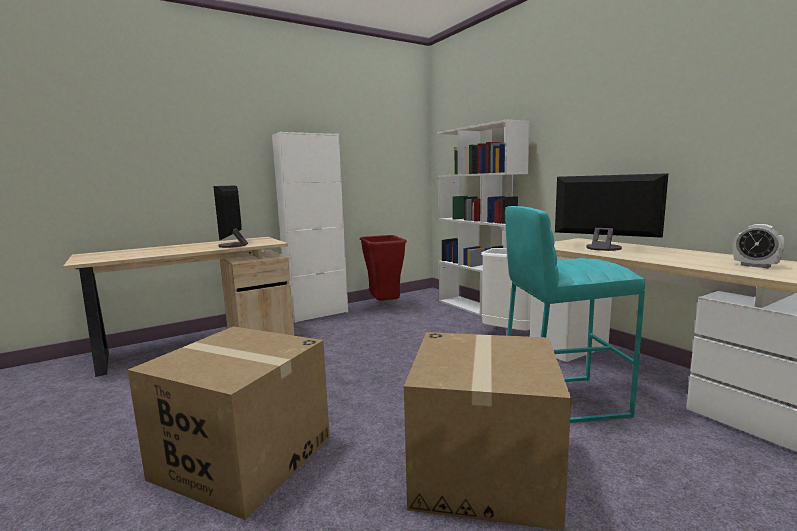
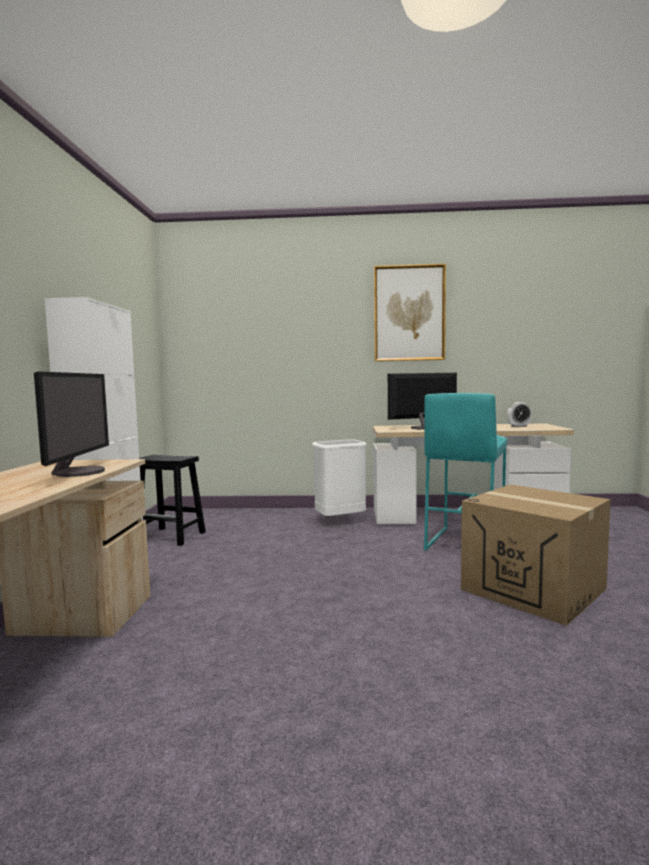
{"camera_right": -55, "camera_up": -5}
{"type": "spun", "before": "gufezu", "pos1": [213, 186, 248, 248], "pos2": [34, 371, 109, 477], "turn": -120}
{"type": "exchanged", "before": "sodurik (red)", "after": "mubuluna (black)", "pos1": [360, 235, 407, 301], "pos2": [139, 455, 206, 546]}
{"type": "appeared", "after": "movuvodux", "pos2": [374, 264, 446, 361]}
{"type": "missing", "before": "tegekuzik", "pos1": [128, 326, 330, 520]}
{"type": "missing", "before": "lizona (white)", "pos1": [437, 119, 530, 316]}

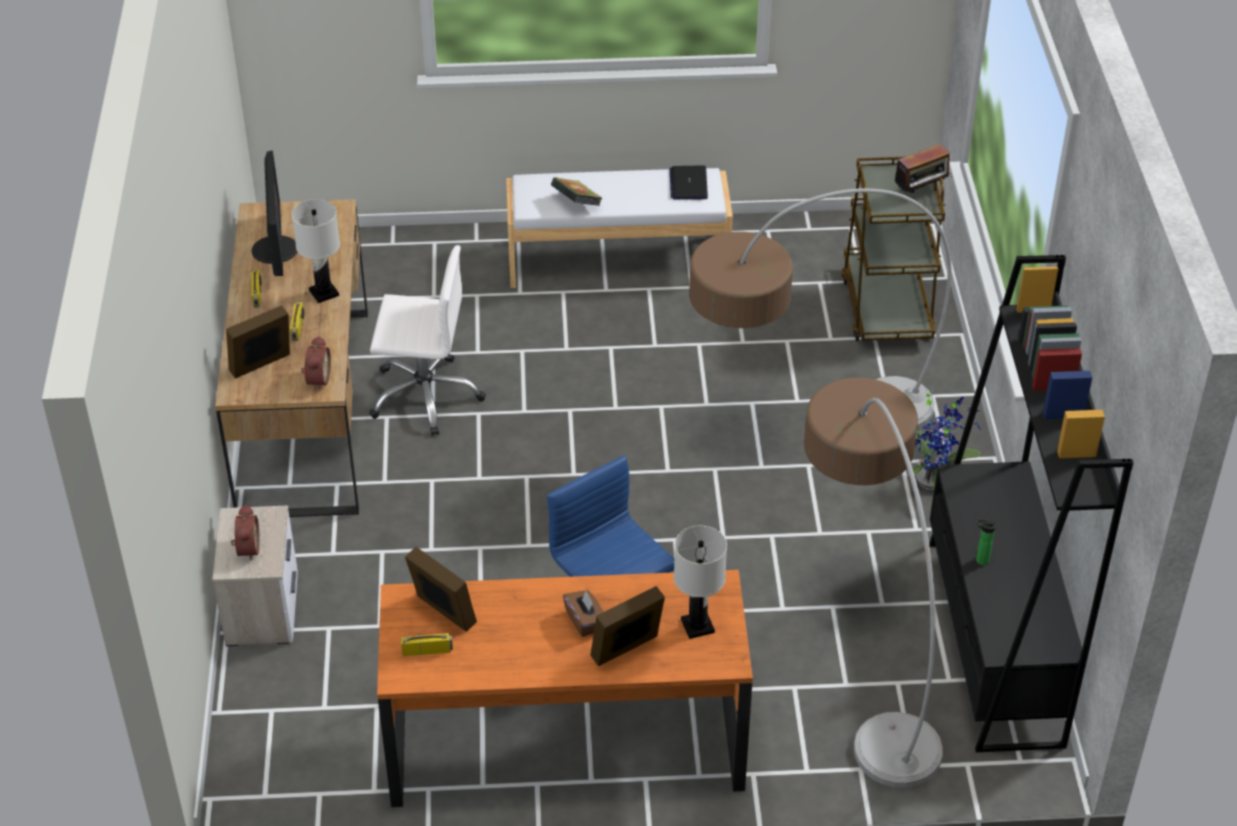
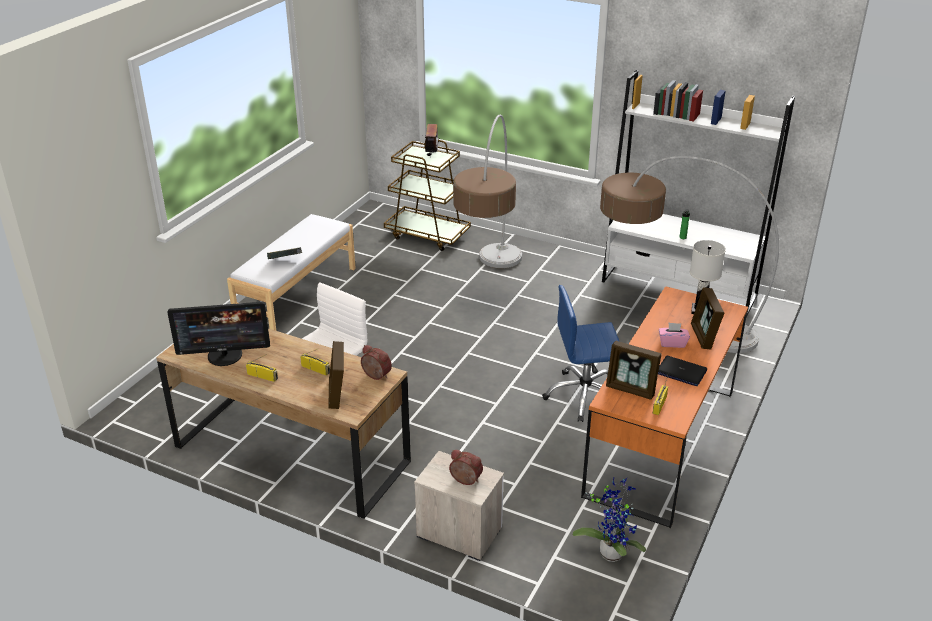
{"camera_right": -60, "camera_up": -10}
{"type": "spun", "before": "gufezu", "pos1": [252, 150, 297, 276], "pos2": [167, 301, 270, 366], "turn": 150}
{"type": "relocated", "before": "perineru", "pos1": [913, 388, 981, 490], "pos2": [573, 478, 646, 562]}
{"type": "colour", "before": "lizona (black)", "after": "lizona (white)", "pos1": [929, 255, 1134, 752], "pos2": [602, 70, 795, 318]}
{"type": "spun", "before": "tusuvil", "pos1": [405, 547, 477, 632], "pos2": [606, 341, 662, 400], "turn": -135}
{"type": "relocated", "before": "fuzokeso", "pos1": [670, 165, 708, 200], "pos2": [658, 356, 707, 386]}
{"type": "colour", "before": "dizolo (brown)", "after": "dizolo (pink)", "pos1": [563, 590, 603, 637], "pos2": [659, 323, 690, 348]}
{"type": "missing", "before": "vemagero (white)", "pos1": [292, 199, 340, 303]}

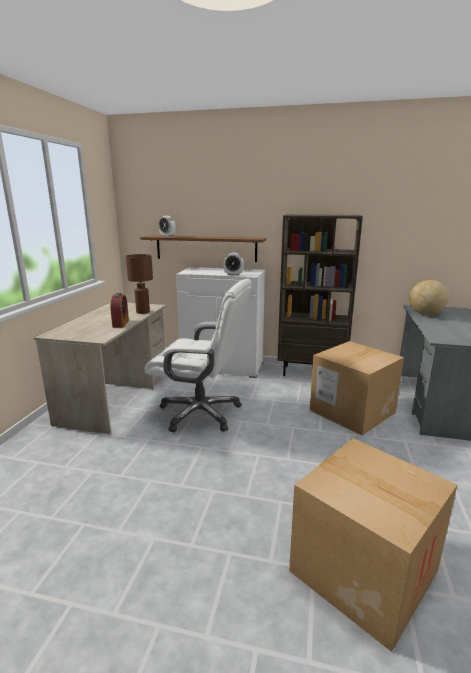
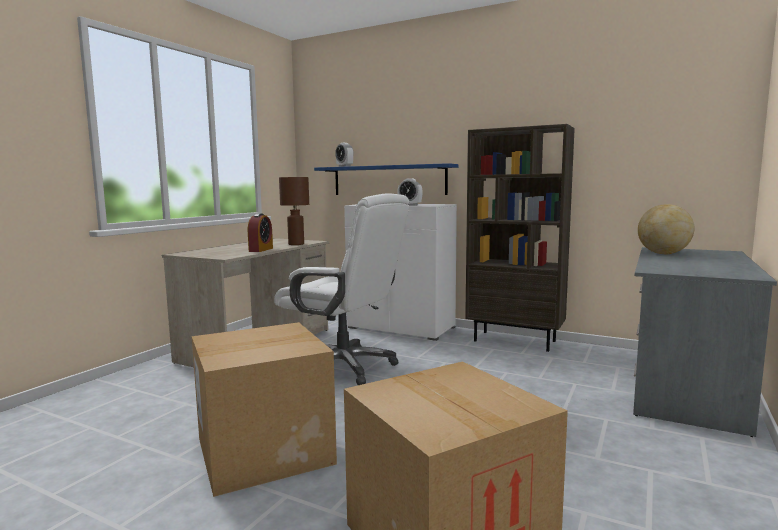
{"camera_right": 15, "camera_up": -10}
{"type": "relocated", "before": "tegekuzik", "pos1": [310, 341, 404, 435], "pos2": [192, 322, 337, 497]}
{"type": "colour", "before": "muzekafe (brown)", "after": "muzekafe (blue)", "pos1": [140, 235, 266, 262], "pos2": [314, 163, 458, 195]}

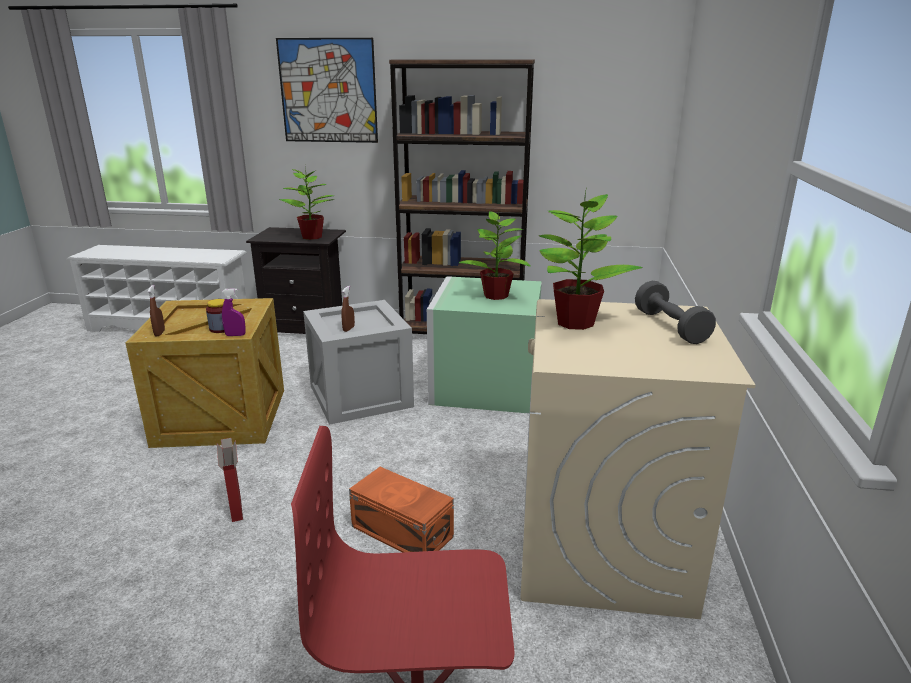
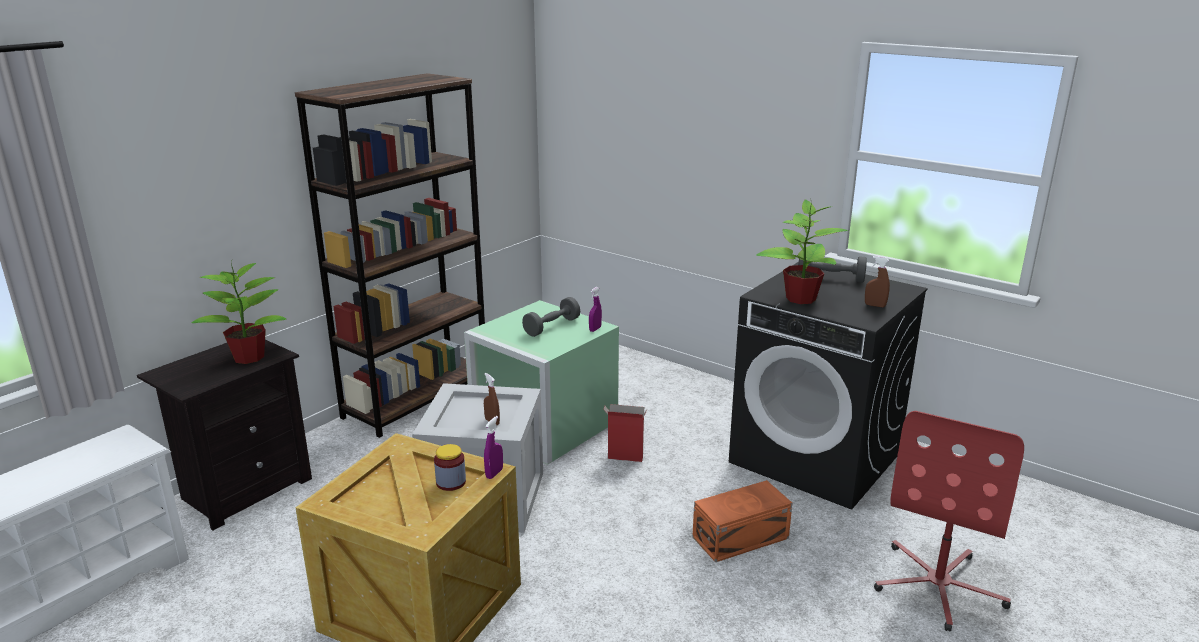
{"camera_right": -60, "camera_up": 0}
{"type": "exchanged", "before": "perineru", "after": "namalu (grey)", "pos1": [459, 211, 531, 300], "pos2": [522, 297, 580, 337]}
{"type": "appeared", "after": "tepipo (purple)", "pos2": [589, 287, 602, 332]}
{"type": "relocated", "before": "tegekuzik", "pos1": [217, 438, 243, 522], "pos2": [603, 404, 647, 462]}
{"type": "colour", "before": "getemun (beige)", "after": "getemun (black)", "pos1": [520, 299, 756, 619], "pos2": [729, 262, 928, 510]}
{"type": "relocated", "before": "tepipo (brown)", "pos1": [148, 285, 165, 336], "pos2": [865, 256, 890, 307]}
{"type": "missing", "before": "movuvodux", "pos1": [276, 38, 378, 143]}

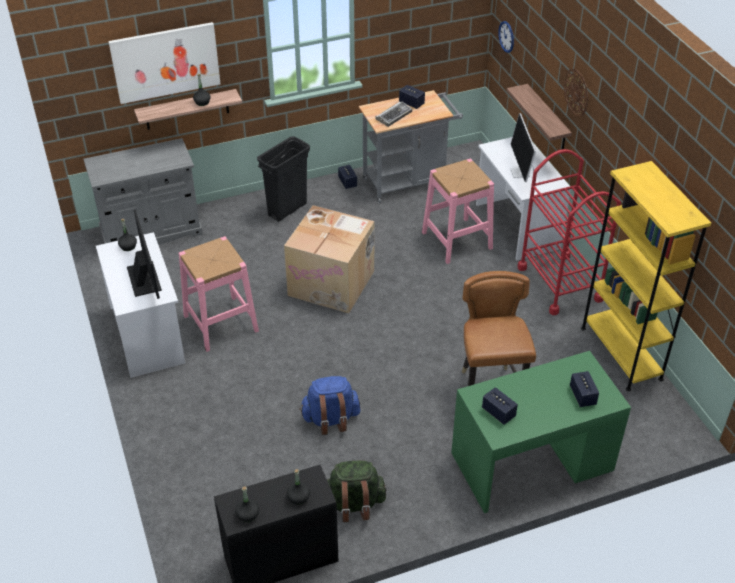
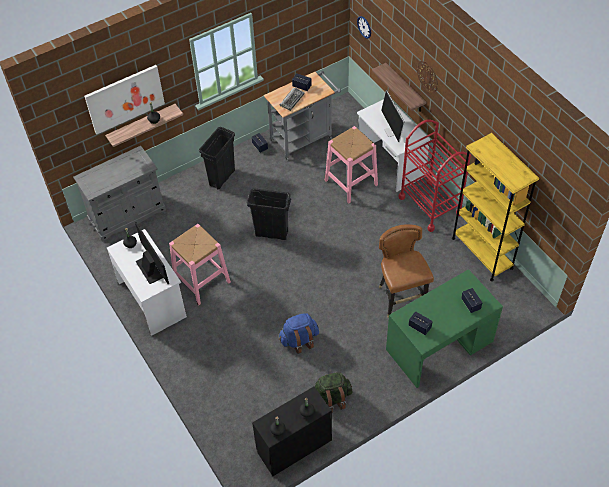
{"camera_right": -10, "camera_up": 10}
{"type": "exchanged", "before": "tegekuzik", "after": "sodurik (black)", "pos1": [284, 205, 375, 313], "pos2": [247, 188, 291, 240]}

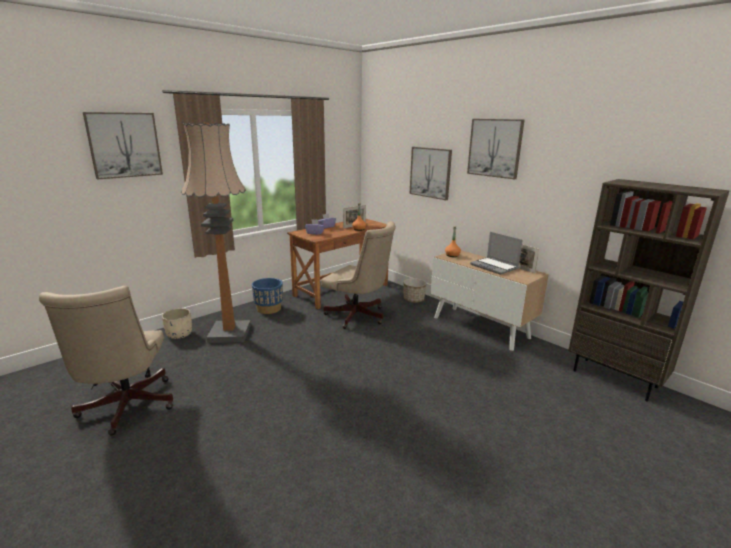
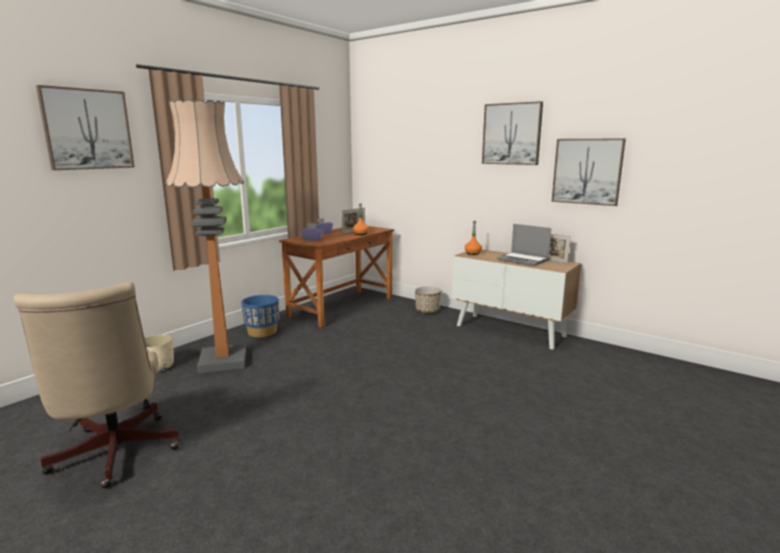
{"camera_right": -10, "camera_up": -5}
{"type": "relocated", "before": "movuvodux", "pos1": [410, 147, 452, 200], "pos2": [552, 138, 626, 206]}
{"type": "missing", "before": "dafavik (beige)", "pos1": [321, 221, 396, 329]}
{"type": "missing", "before": "lizona (brown)", "pos1": [568, 179, 730, 401]}

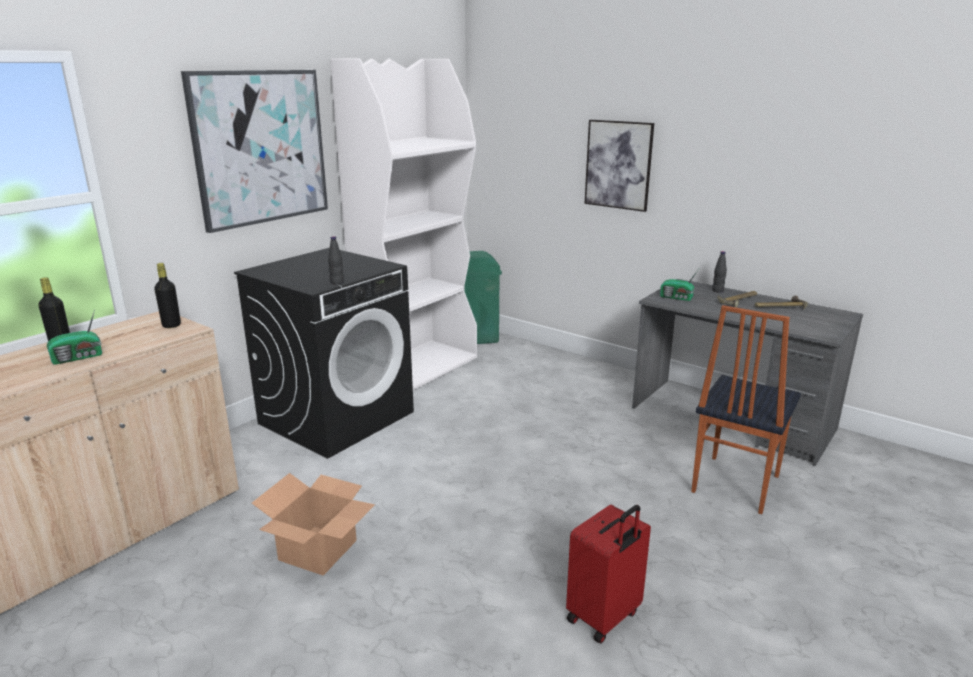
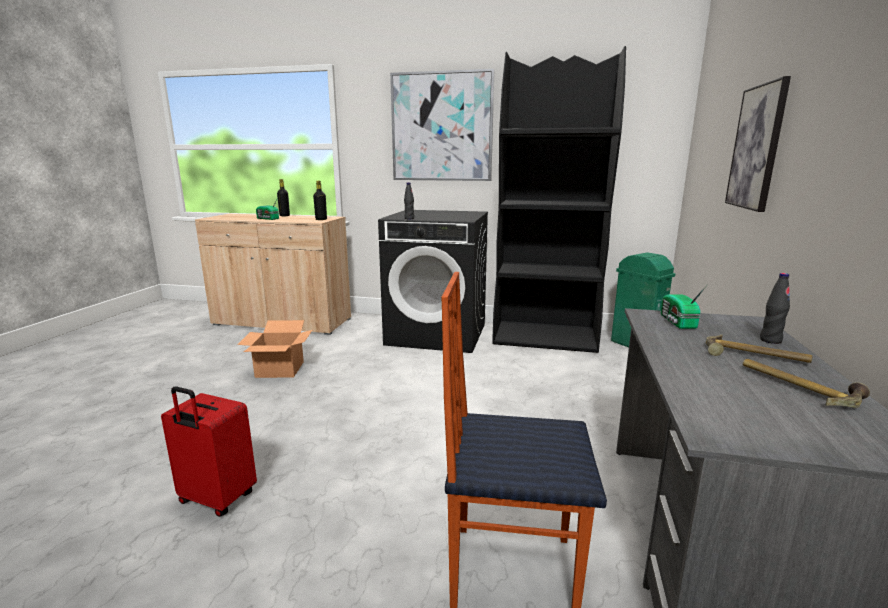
{"camera_right": 65, "camera_up": -5}
{"type": "colour", "before": "lizona (white)", "after": "lizona (black)", "pos1": [330, 58, 477, 391], "pos2": [492, 46, 626, 353]}

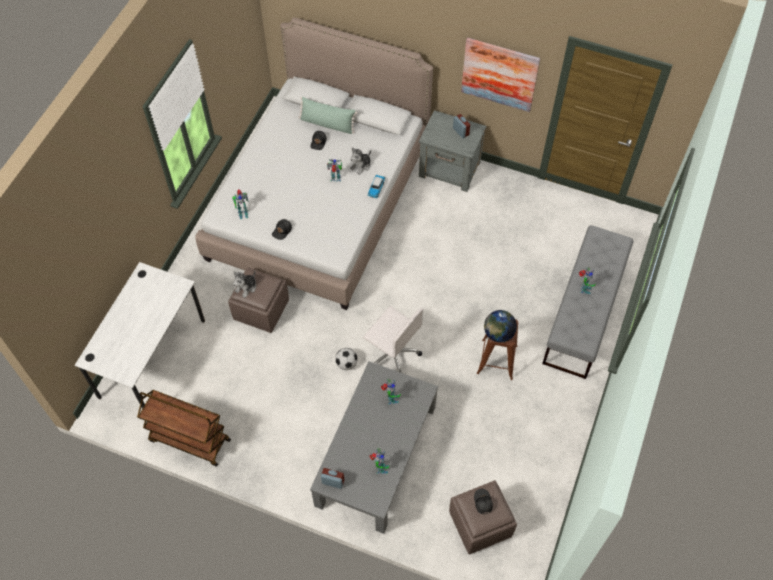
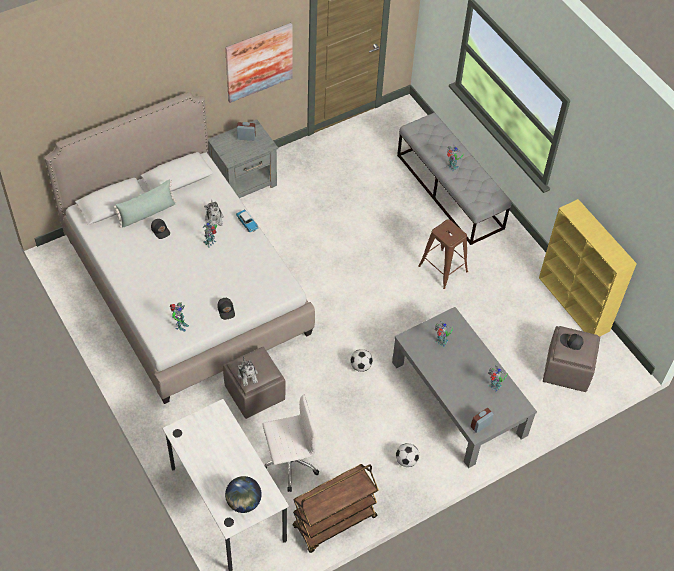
{"camera_right": -55, "camera_up": -5}
{"type": "relocated", "before": "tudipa", "pos1": [484, 310, 517, 343], "pos2": [225, 476, 262, 513]}
{"type": "relocated", "before": "dafavik (white)", "pos1": [363, 306, 424, 373], "pos2": [262, 394, 319, 492]}
{"type": "appeared", "after": "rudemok", "pos2": [396, 443, 419, 467]}
{"type": "appeared", "after": "lizona (yellow)", "pos2": [539, 199, 637, 336]}

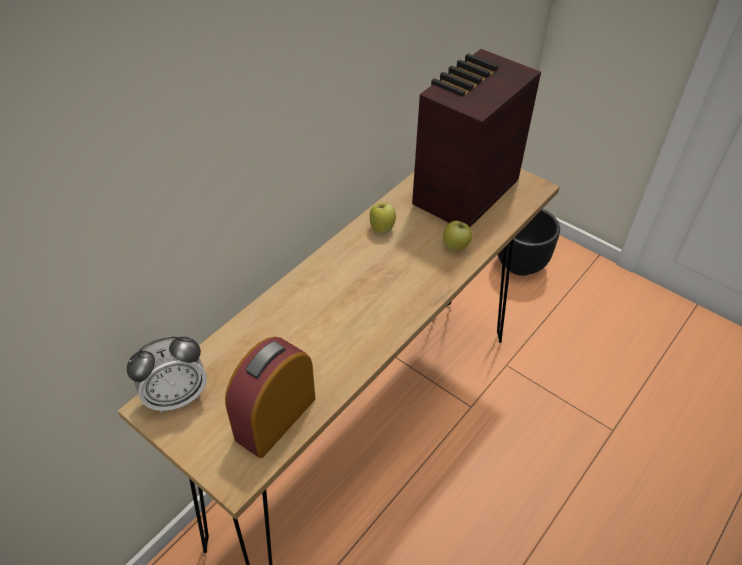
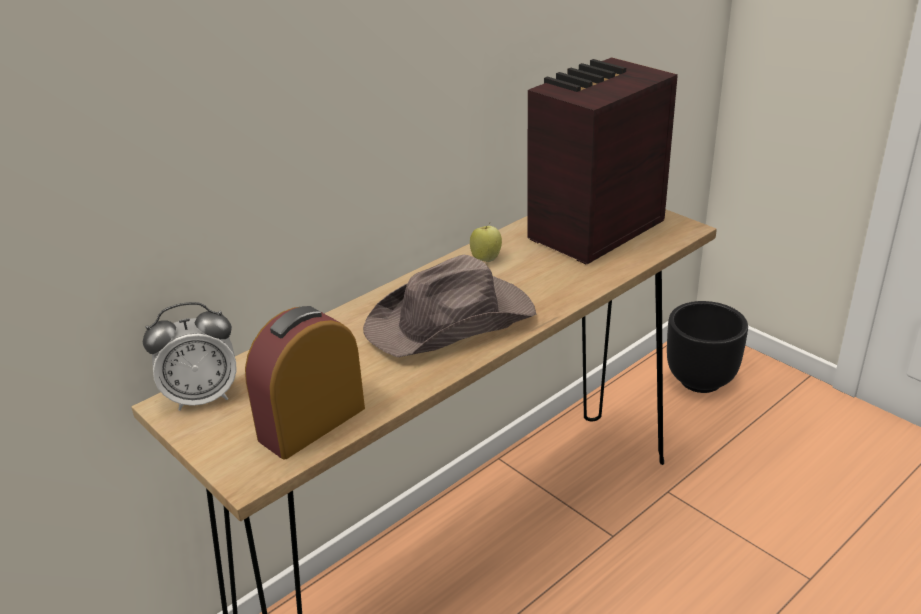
{"camera_right": 10, "camera_up": -15}
{"type": "appeared", "after": "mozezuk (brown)", "pos2": [363, 255, 536, 358]}
{"type": "missing", "before": "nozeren", "pos1": [443, 221, 472, 251]}

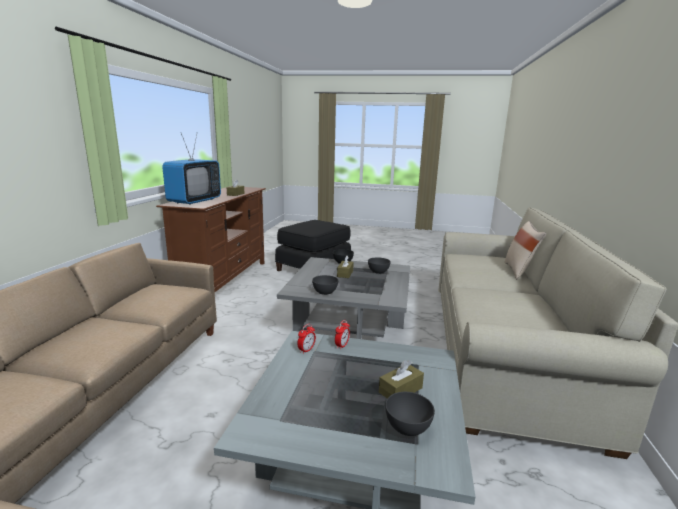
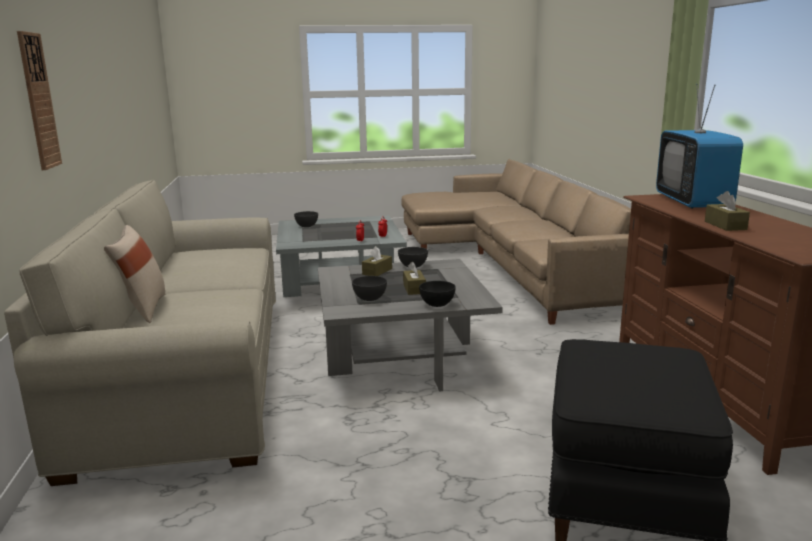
{"camera_right": 160, "camera_up": 0}
{"type": "appeared", "after": "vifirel", "pos2": [17, 31, 62, 170]}
{"type": "relocated", "before": "dizolo (brown)", "pos1": [379, 360, 424, 399], "pos2": [362, 246, 392, 276]}

